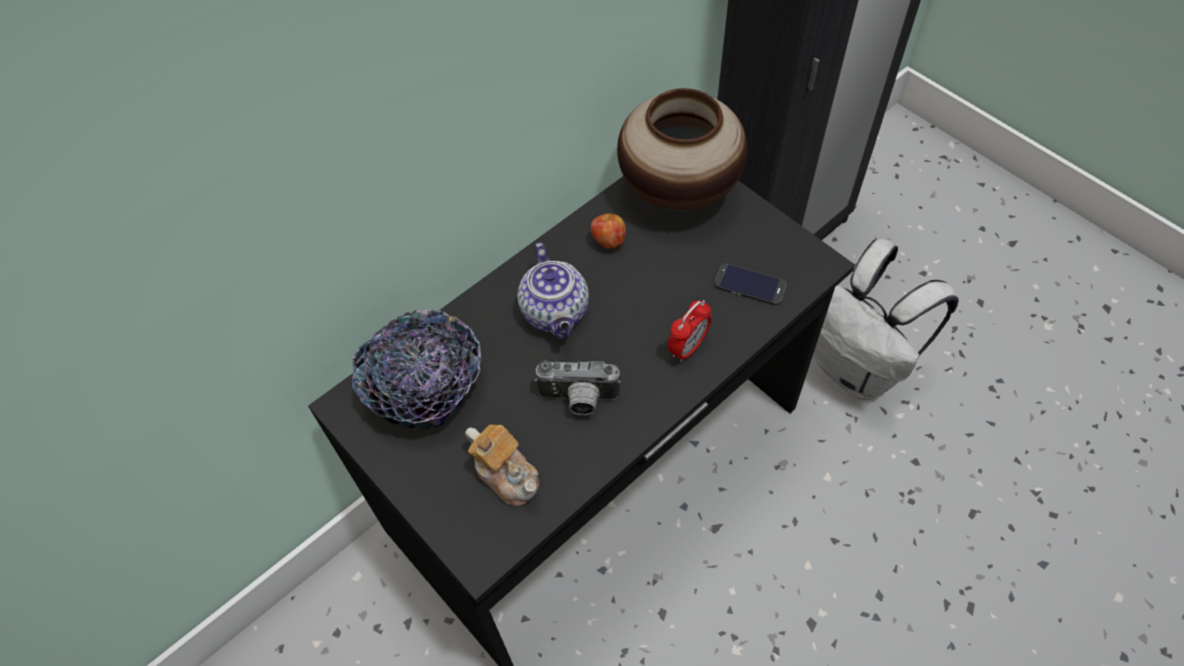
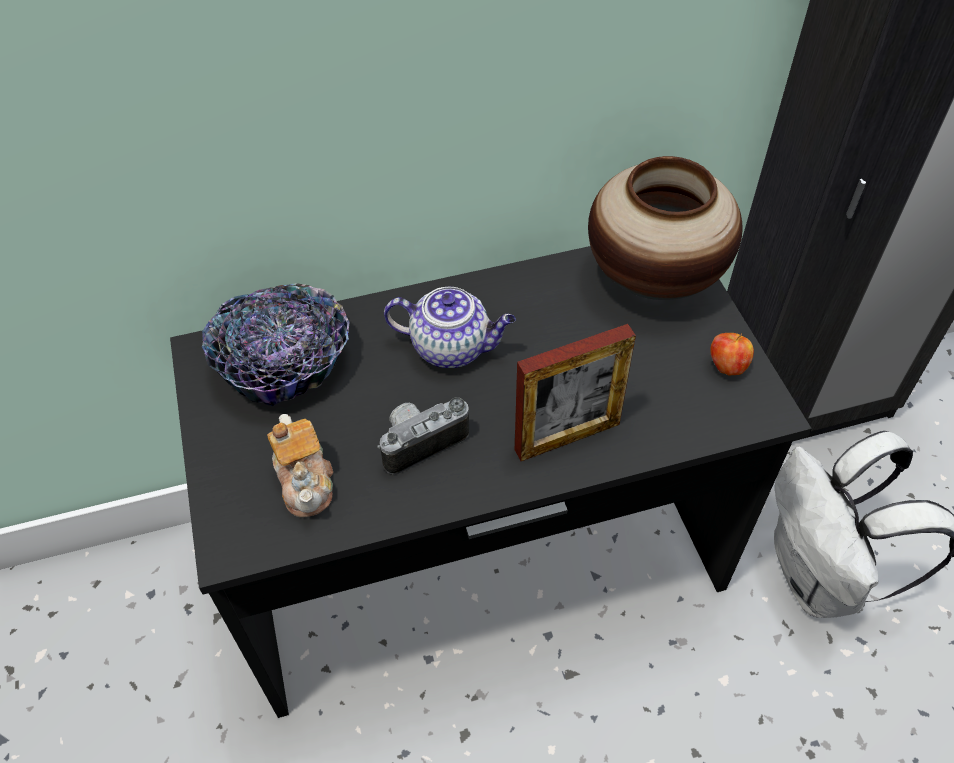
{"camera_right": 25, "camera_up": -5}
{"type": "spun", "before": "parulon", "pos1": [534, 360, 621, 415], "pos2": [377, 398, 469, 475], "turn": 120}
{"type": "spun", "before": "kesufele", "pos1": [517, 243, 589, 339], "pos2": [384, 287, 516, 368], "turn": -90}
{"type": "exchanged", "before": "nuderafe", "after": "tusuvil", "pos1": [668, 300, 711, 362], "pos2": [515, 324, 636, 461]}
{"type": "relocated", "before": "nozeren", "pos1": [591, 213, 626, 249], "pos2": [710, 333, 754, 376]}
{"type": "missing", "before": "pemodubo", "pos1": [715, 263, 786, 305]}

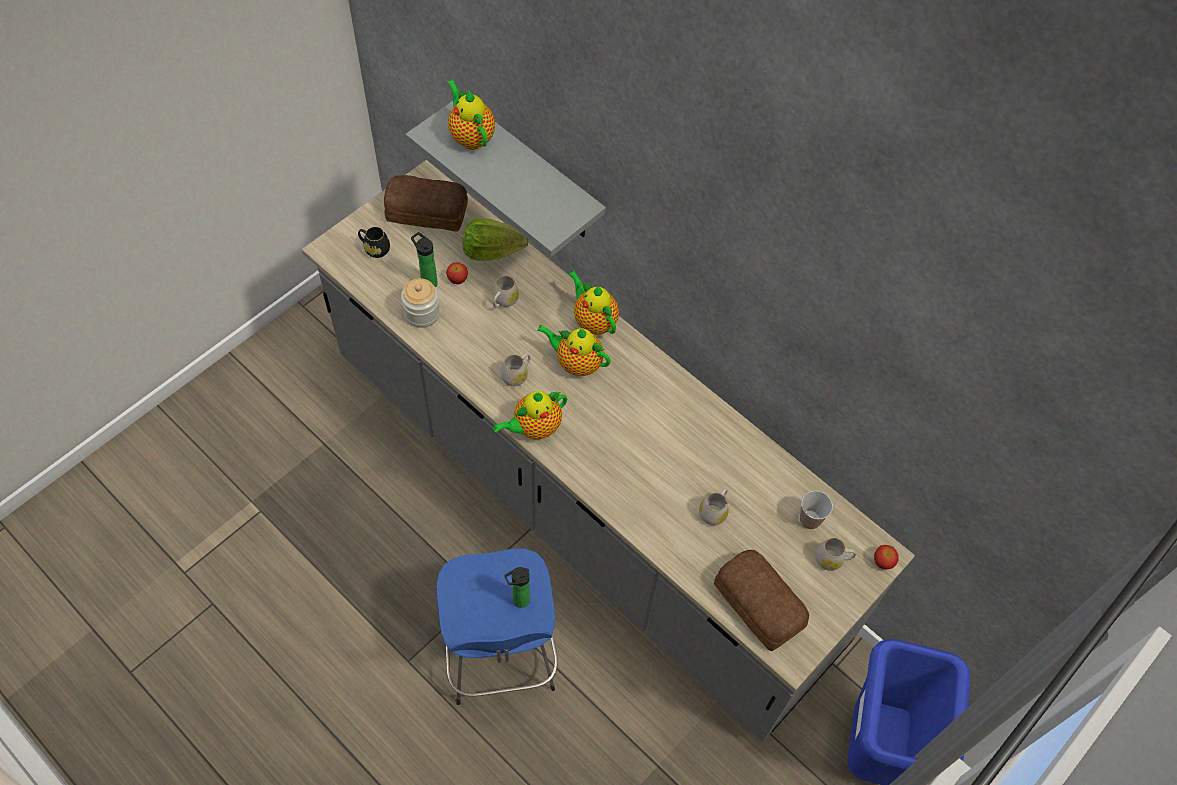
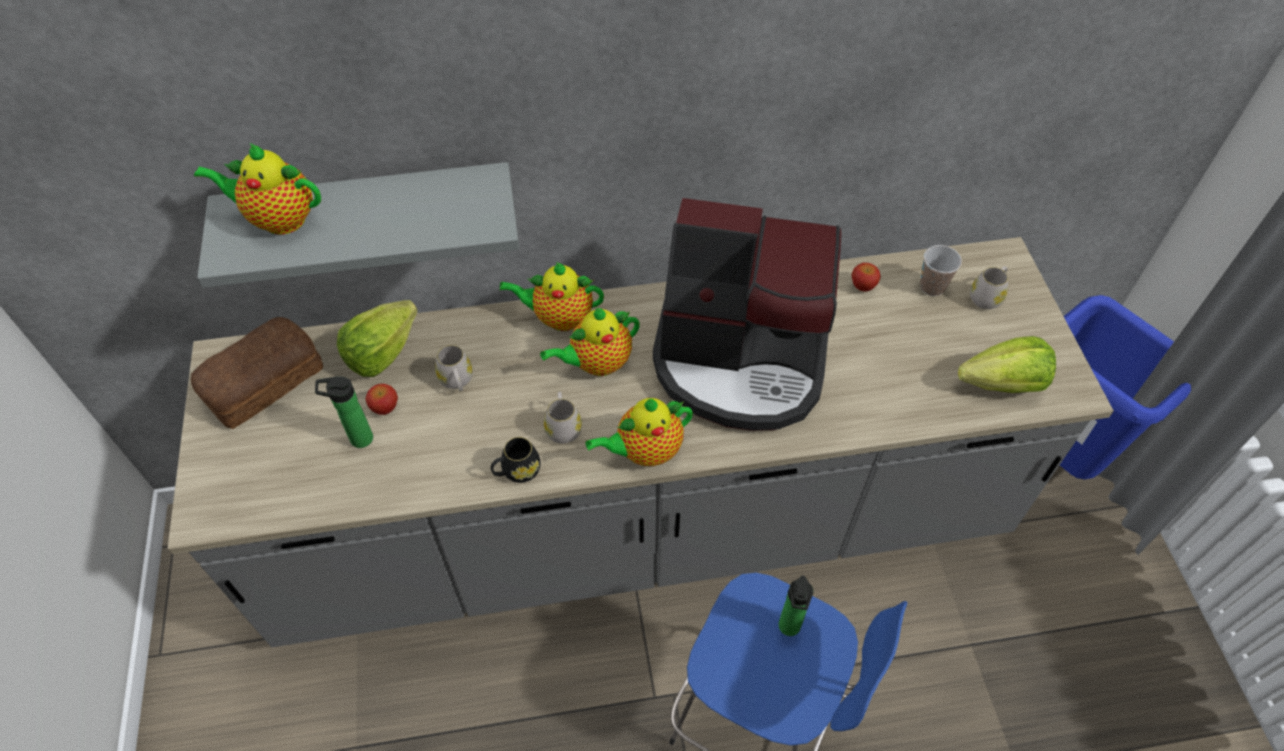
{"camera_right": -50, "camera_up": -5}
{"type": "relocated", "before": "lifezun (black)", "pos1": [358, 227, 390, 258], "pos2": [491, 437, 540, 483]}
{"type": "spun", "before": "kesufele", "pos1": [493, 391, 567, 439], "pos2": [585, 398, 693, 466], "turn": 60}
{"type": "appeared", "after": "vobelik", "pos2": [653, 198, 841, 431]}
{"type": "relocated", "before": "nozeren", "pos1": [874, 545, 899, 570], "pos2": [852, 263, 881, 292]}
{"type": "exchanged", "before": "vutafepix", "after": "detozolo", "pos1": [714, 550, 809, 651], "pos2": [958, 336, 1056, 393]}
{"type": "missing", "before": "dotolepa", "pos1": [401, 278, 440, 328]}
{"type": "missing", "before": "lifezun (white)", "pos1": [699, 488, 729, 525]}

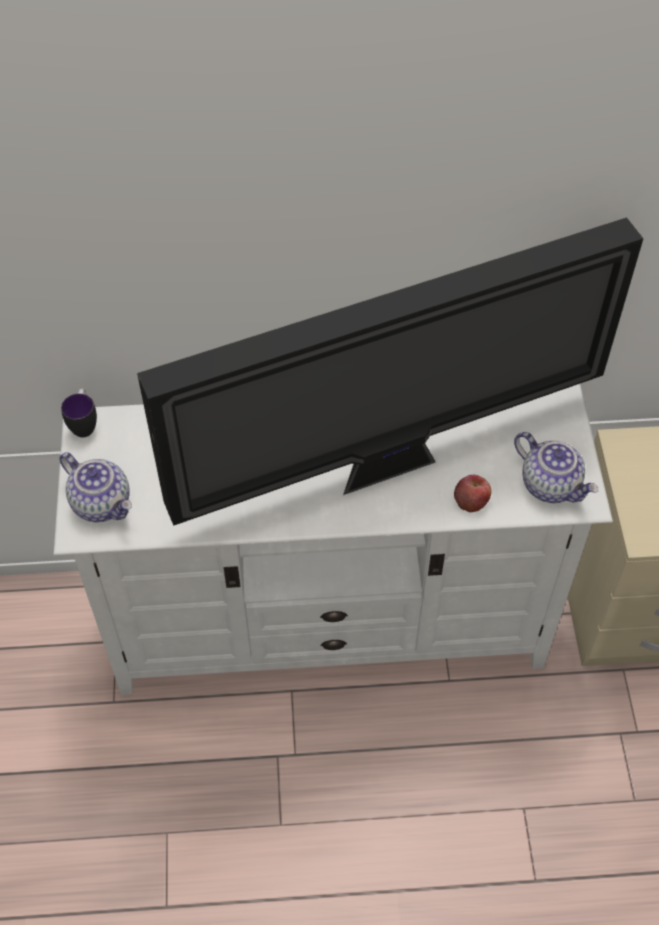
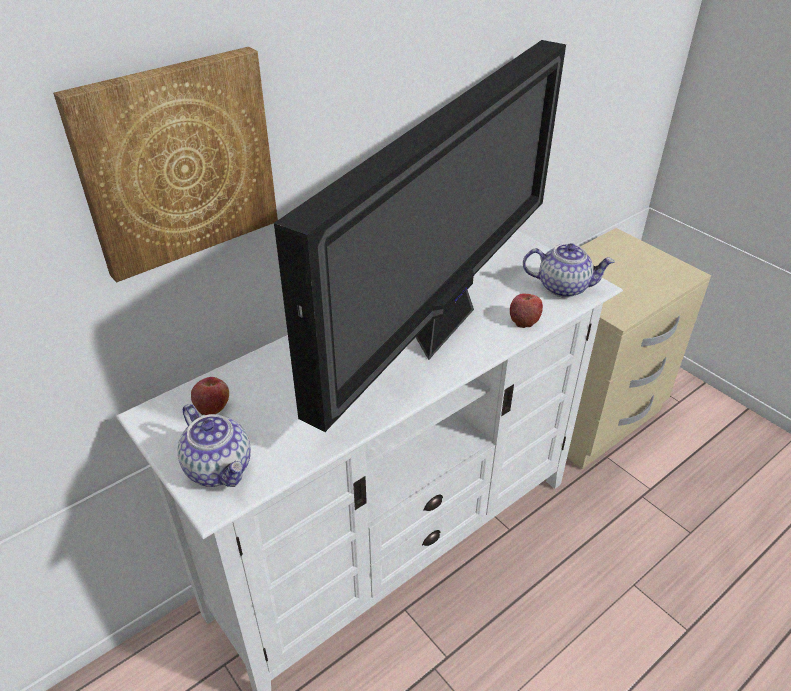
{"camera_right": -35, "camera_up": -15}
{"type": "appeared", "after": "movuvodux", "pos2": [53, 47, 278, 282]}
{"type": "spun", "before": "kesufele", "pos1": [59, 452, 132, 522], "pos2": [178, 404, 251, 487], "turn": 45}
{"type": "appeared", "after": "nozeren", "pos2": [191, 377, 229, 415]}
{"type": "missing", "before": "lifezun", "pos1": [61, 389, 97, 437]}

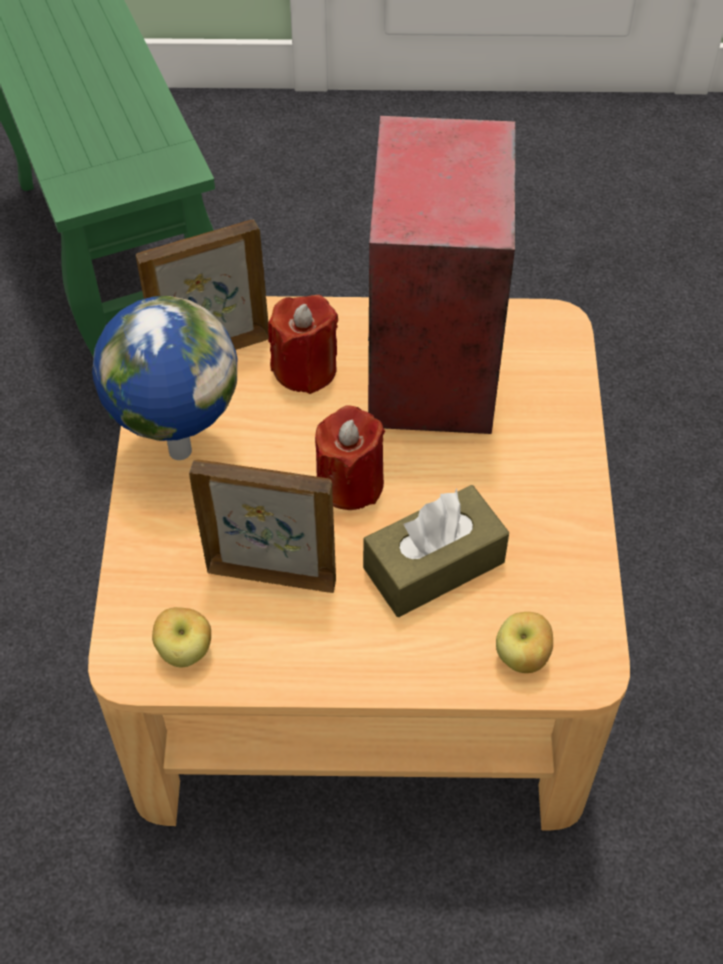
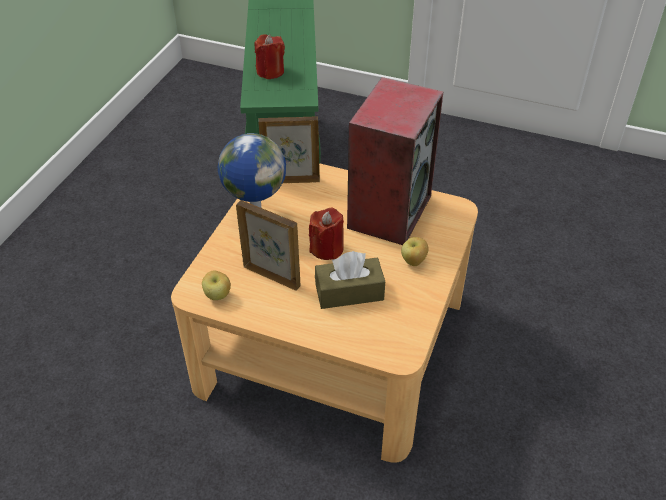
{"camera_right": 20, "camera_up": -10}
{"type": "relocated", "before": "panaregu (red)", "pos1": [268, 295, 338, 394], "pos2": [255, 34, 285, 79]}
{"type": "relocated", "before": "nozeren", "pos1": [496, 612, 553, 673], "pos2": [401, 237, 429, 266]}

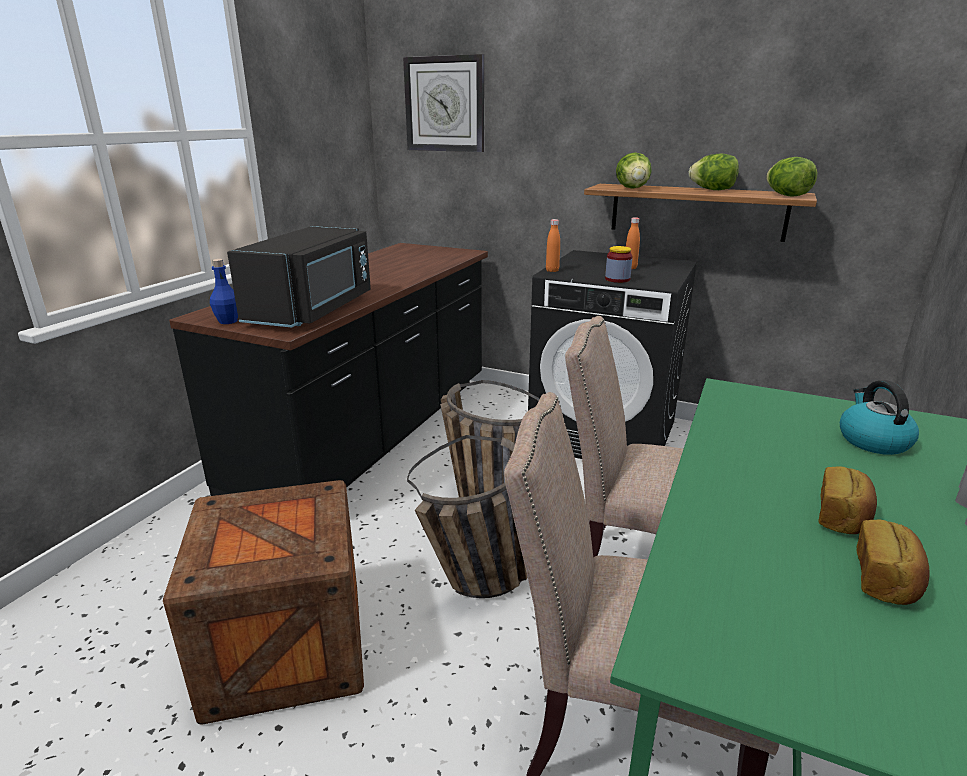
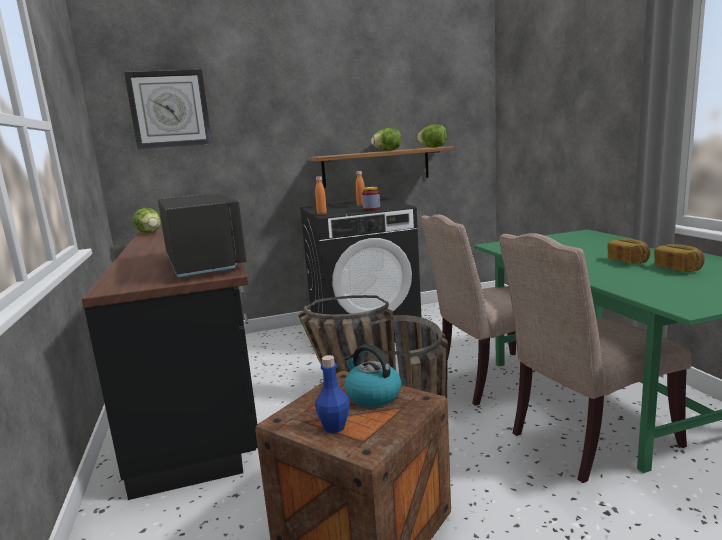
{"camera_right": -40, "camera_up": -10}
{"type": "relocated", "before": "detozolo", "pos1": [616, 152, 652, 189], "pos2": [132, 208, 161, 233]}
{"type": "relocated", "before": "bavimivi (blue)", "pos1": [210, 259, 238, 324], "pos2": [315, 355, 350, 433]}
{"type": "relocated", "before": "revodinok", "pos1": [840, 380, 919, 455], "pos2": [344, 344, 401, 407]}

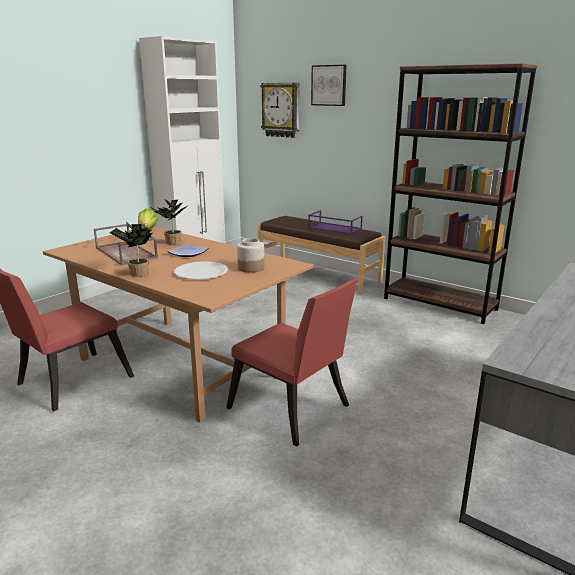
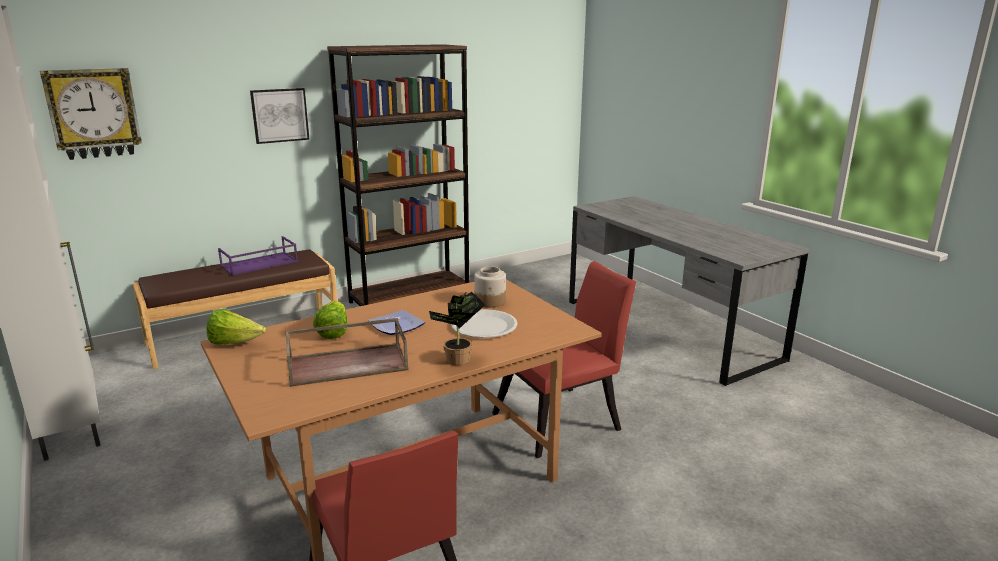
{"camera_right": -70, "camera_up": 0}
{"type": "relocated", "before": "movuvodux", "pos1": [311, 65, 347, 106], "pos2": [250, 88, 310, 144]}
{"type": "exchanged", "before": "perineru", "after": "detozolo", "pos1": [152, 199, 187, 245], "pos2": [313, 301, 348, 339]}

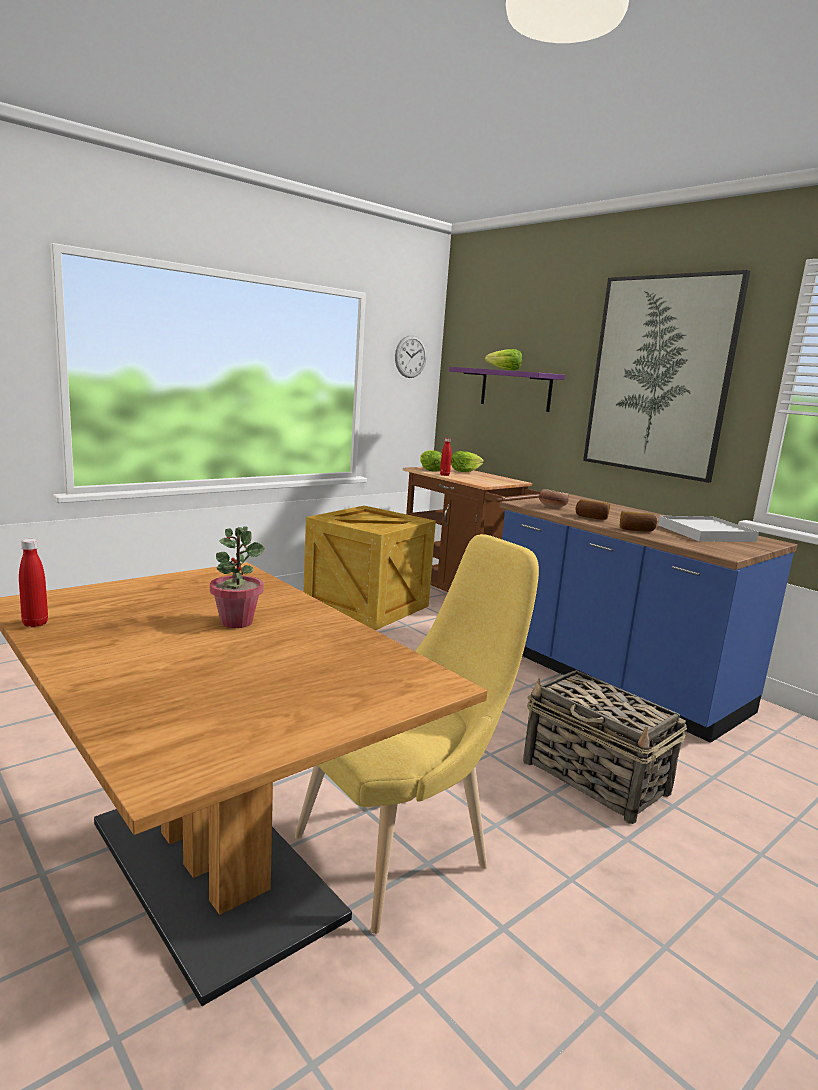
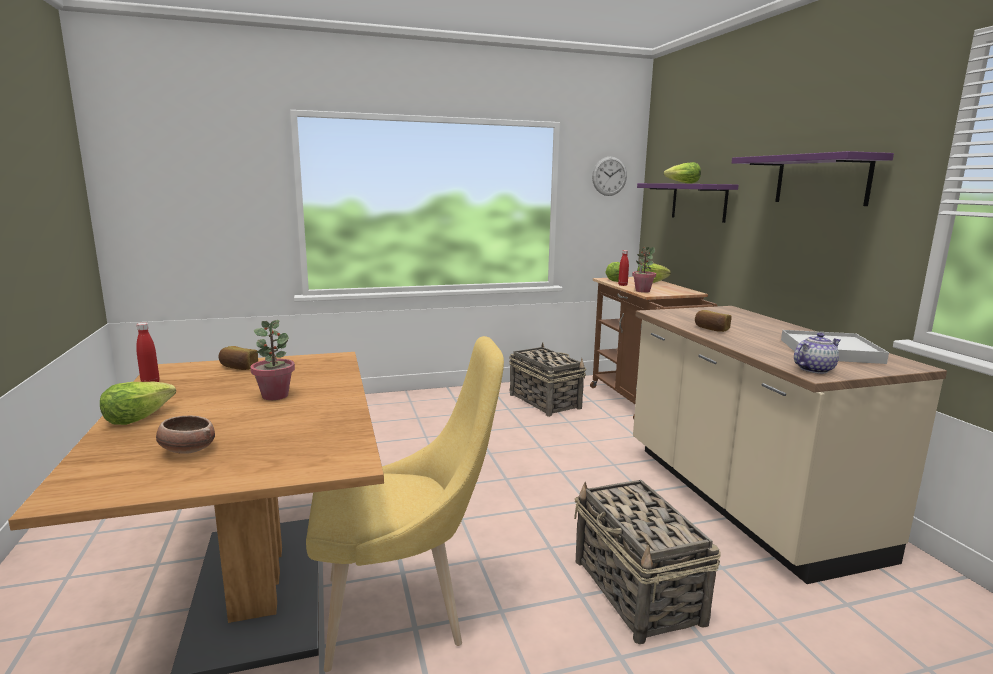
{"camera_right": 25, "camera_up": 0}
{"type": "appeared", "after": "detozolo", "pos2": [100, 382, 176, 425]}
{"type": "relocated", "before": "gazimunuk", "pos1": [539, 489, 569, 508], "pos2": [156, 415, 215, 454]}
{"type": "relocated", "before": "vutafepix", "pos1": [620, 511, 657, 532], "pos2": [218, 346, 258, 370]}
{"type": "exchanged", "before": "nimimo", "after": "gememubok", "pos1": [303, 505, 436, 630], "pos2": [509, 342, 587, 417]}
{"type": "appeared", "after": "perineru", "pos2": [632, 247, 656, 293]}
{"type": "colour", "before": "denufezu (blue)", "after": "denufezu (beige)", "pos1": [500, 494, 798, 743], "pos2": [633, 306, 947, 584]}
{"type": "exchanged", "before": "movuvodux", "after": "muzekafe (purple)", "pos1": [583, 270, 750, 483], "pos2": [732, 151, 894, 206]}
{"type": "appeared", "after": "kesufele", "pos2": [794, 333, 840, 374]}

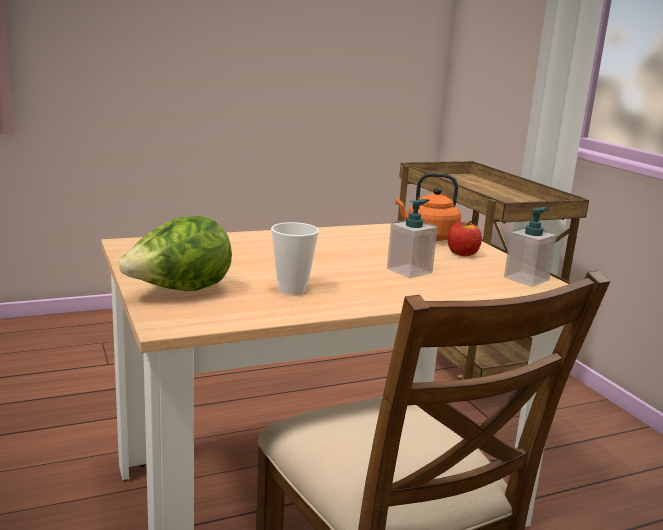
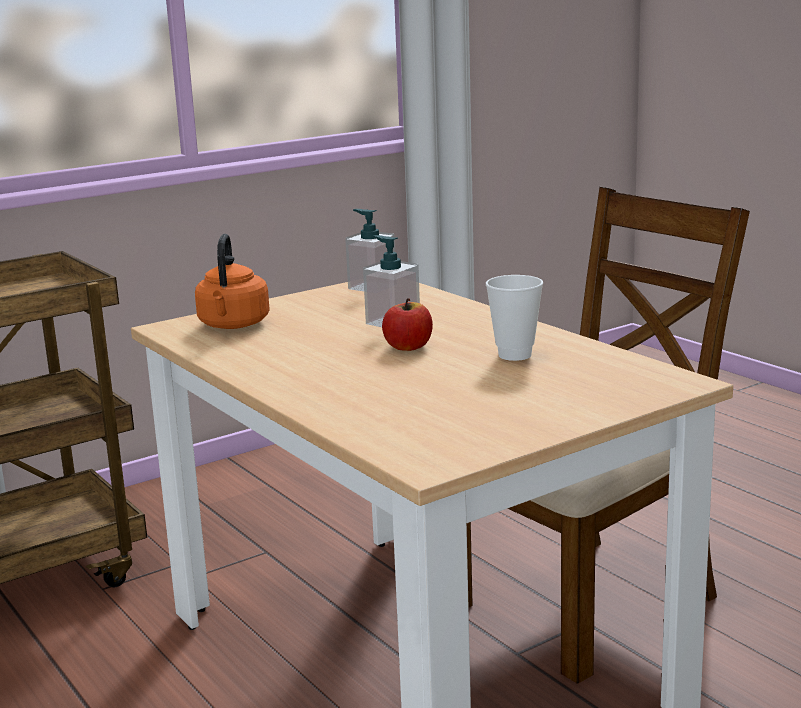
{"camera_right": -100, "camera_up": 0}
{"type": "relocated", "before": "nozeren", "pos1": [448, 221, 482, 256], "pos2": [382, 298, 433, 351]}
{"type": "missing", "before": "detozolo", "pos1": [119, 216, 232, 291]}

